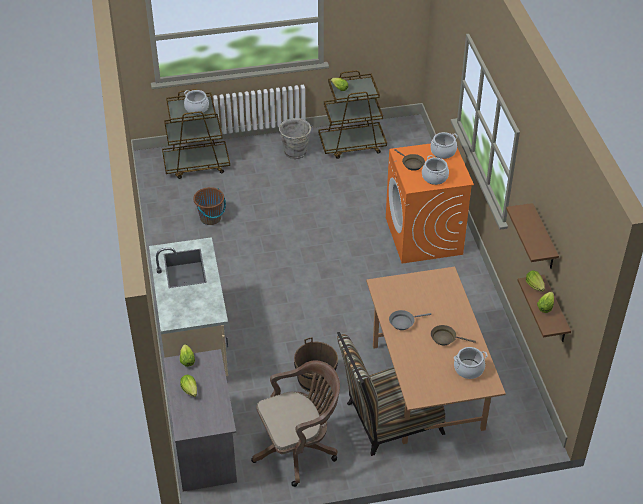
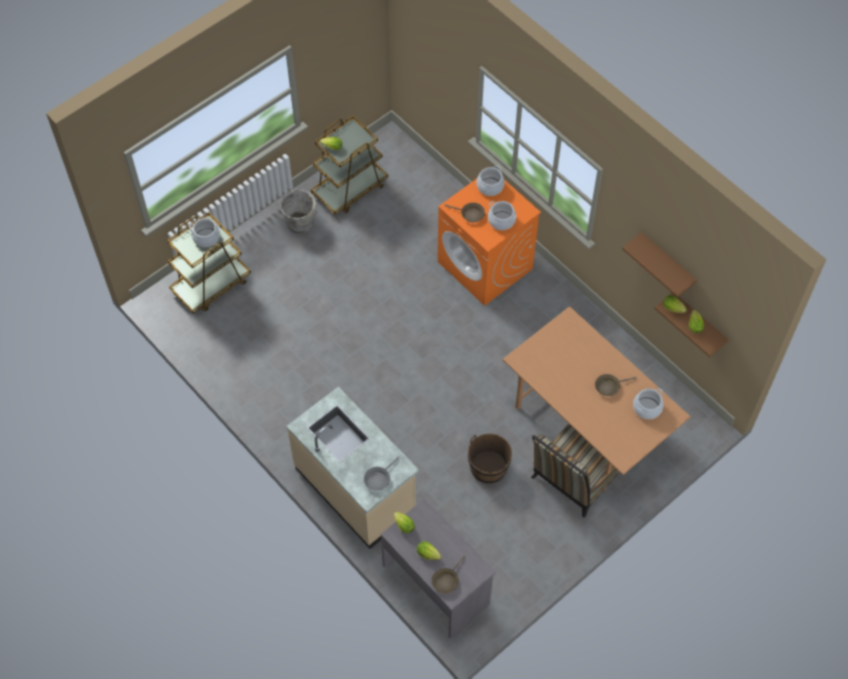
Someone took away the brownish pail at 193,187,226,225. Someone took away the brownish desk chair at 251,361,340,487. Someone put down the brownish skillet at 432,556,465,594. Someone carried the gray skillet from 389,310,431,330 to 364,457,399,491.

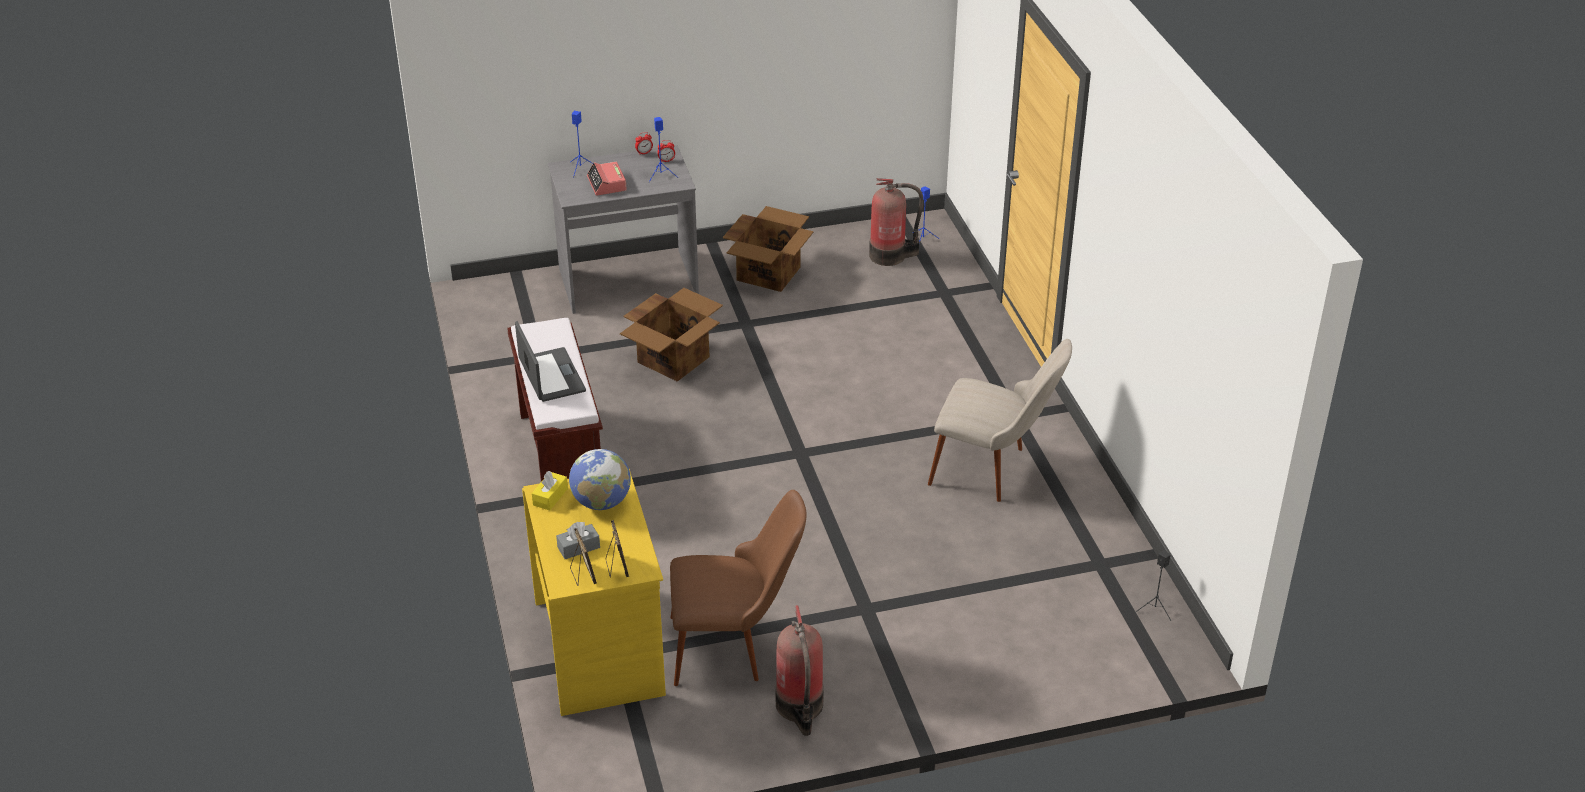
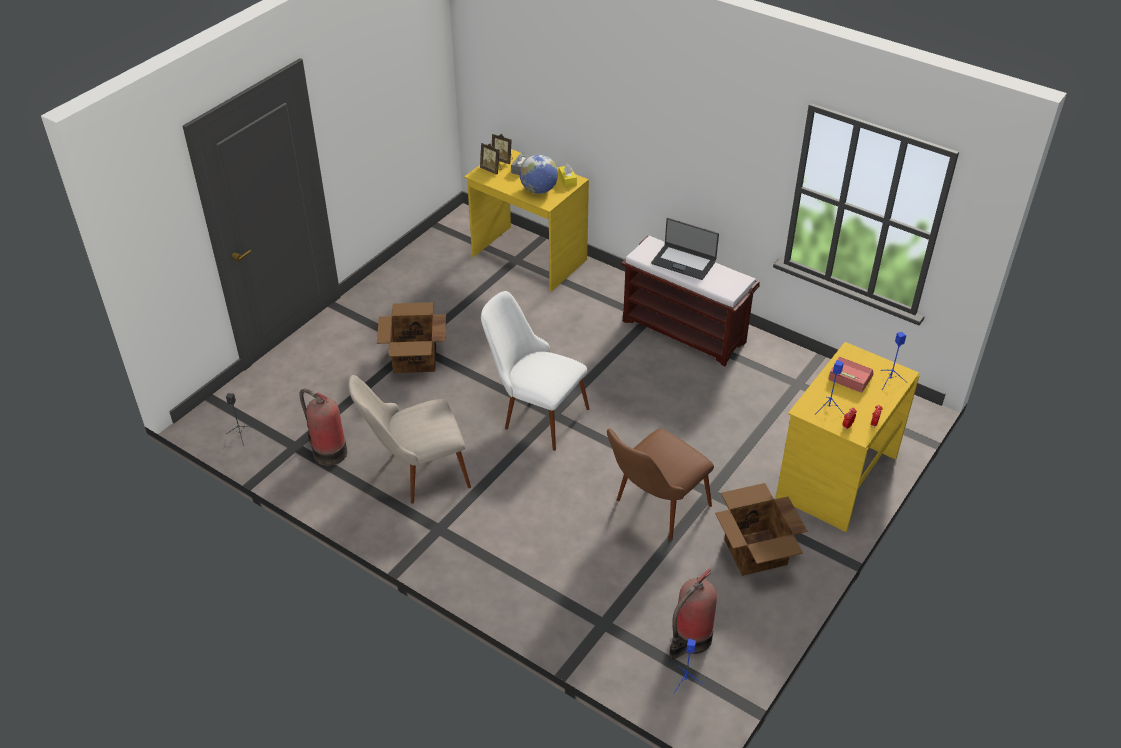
Someone put down the white-coloured plain chair at 481,291,589,451. Someone carried the carton from 620,288,723,382 to 377,302,446,373. Someone carried the brownish plain chair from 670,490,807,686 to 607,429,714,540. Someone carried the fire extinguisher from 776,605,824,736 to 299,389,347,466. Someone repainted the gray desk table at 548,146,699,314, which became the yellowish desk table at 776,342,920,532.

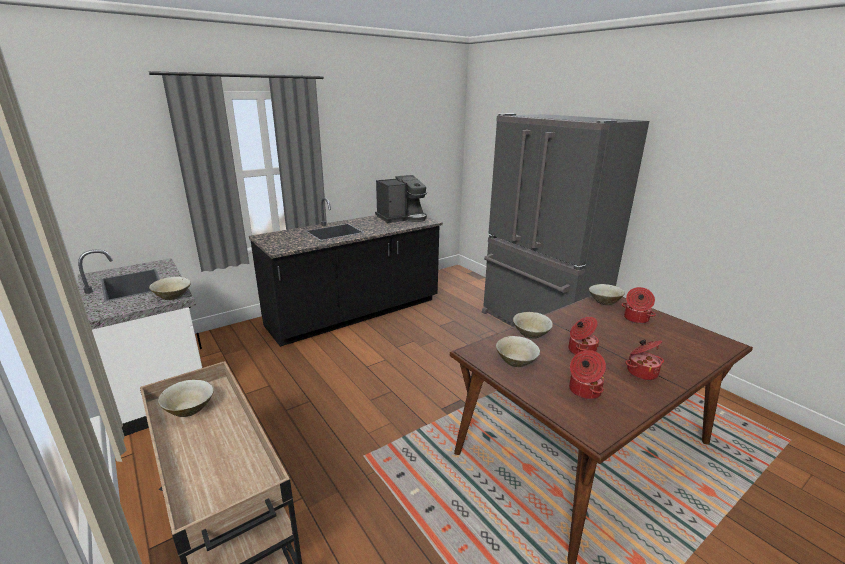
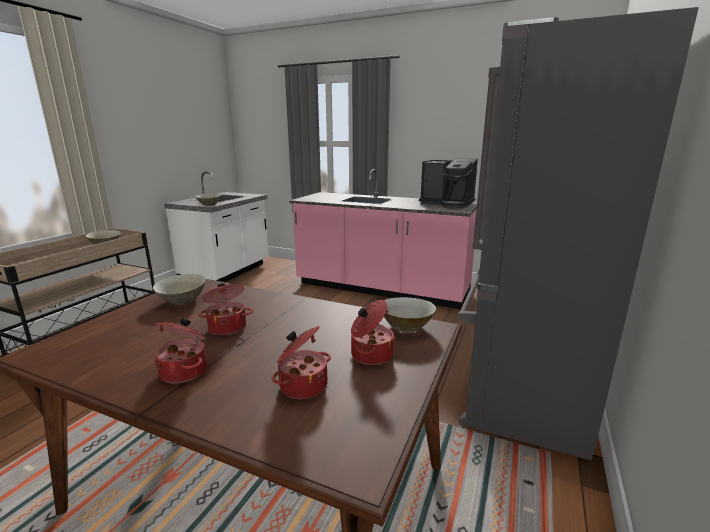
Someone took away the sand-coloured bowl at 513,312,553,339. Someone carried the stockpot from 569,350,606,399 to 272,326,331,399. Someone repainted the black-coloured kitchen counter at 249,198,443,347, which became the pink-coloured kitchen counter at 289,169,477,309.

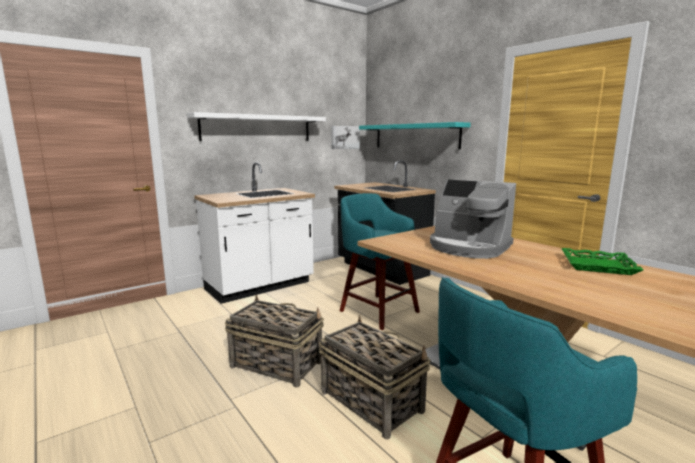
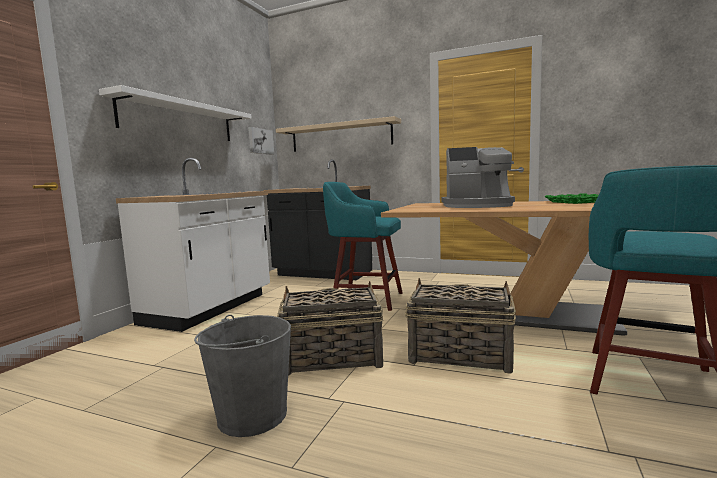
Someone put down the gray pail at 194,315,291,437. Someone repainted the blue-green bracket shelf at 359,122,471,150, which became the sand-coloured bracket shelf at 276,116,401,152.

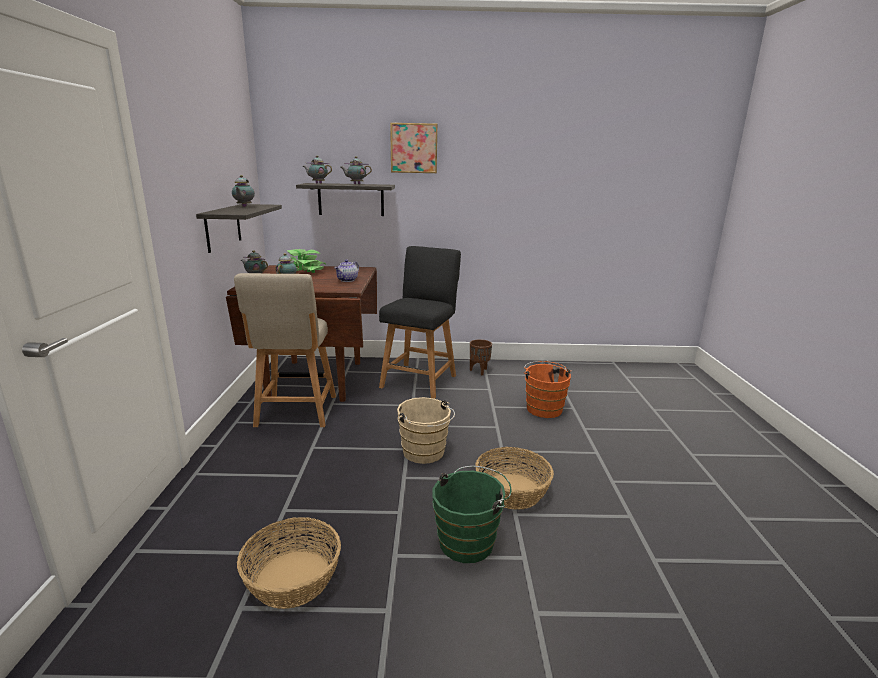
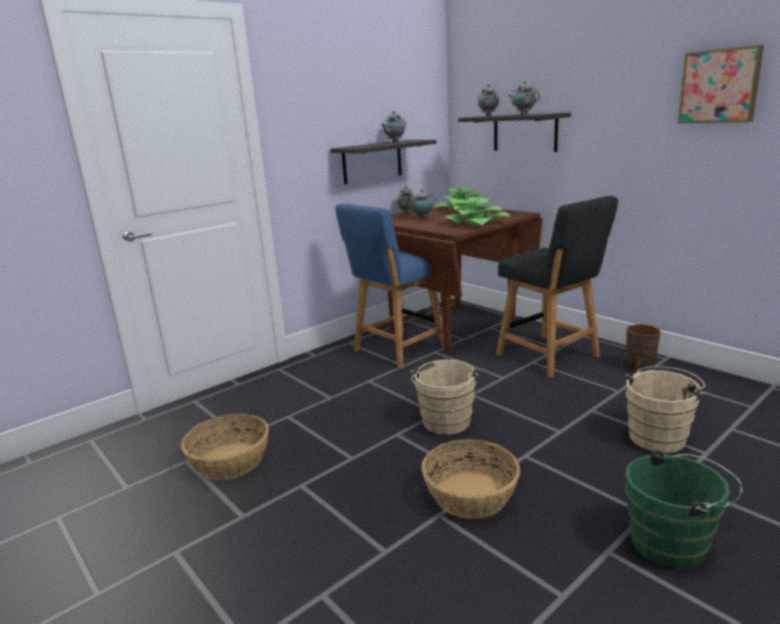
Someone carried the wall picture from 390,123,438,173 to 678,45,764,123. Someone carried the greenish pail from 433,466,511,563 to 625,450,742,570. Someone swapped the teapot at 334,259,359,282 for the potted plant at 441,197,510,226. Someone repainted the sand-coloured plain chair at 234,273,336,427, which became the blue plain chair at 335,204,444,369. Someone repainted the orange pail at 524,361,572,418, which became the sand-coloured pail at 626,366,707,453. Someone rotated the black-coloured plain chair at 379,246,461,399 by 75 degrees clockwise.

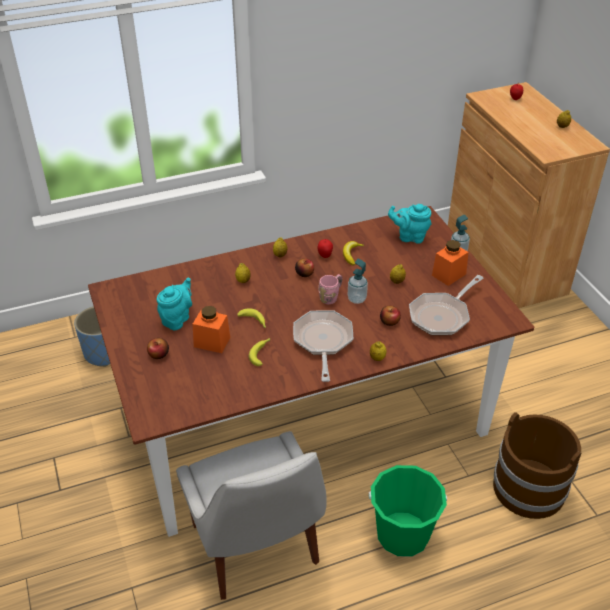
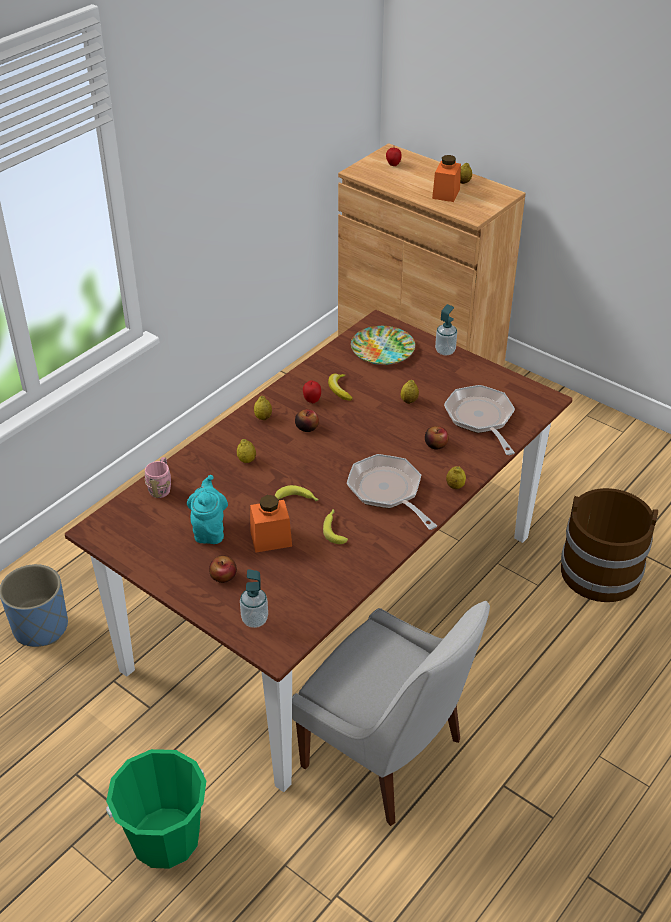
Someone carried the pink-coloured coffee mug from 318,274,342,304 to 144,457,171,498. Someone carried the liquid soap bottle from 348,259,368,304 to 240,569,268,628. Someone carried the greenish pail from 369,465,447,557 to 106,749,206,869. Someone carried the orange preserve jar from 432,240,469,286 to 432,155,461,202. Someone swapped the blue-green teapot at 388,204,432,244 for the flat dish at 351,326,415,365. Someone rotated the skillet at 409,275,484,336 by 150 degrees clockwise.

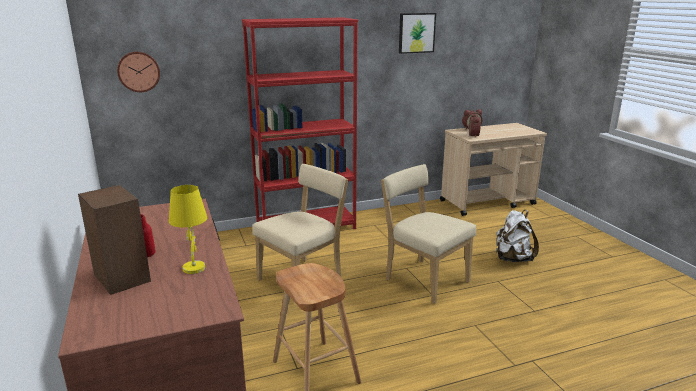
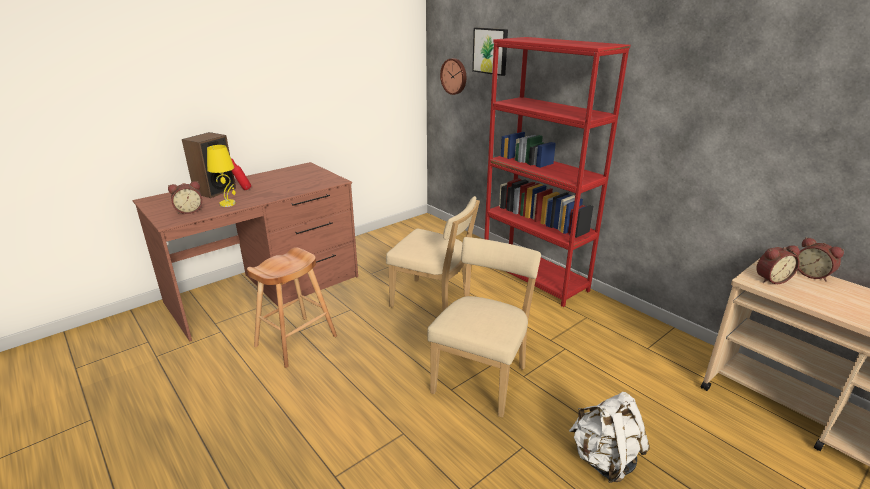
Someone put down the alarm clock at 168,181,202,214. Someone carried the wall picture from 399,13,436,54 to 472,27,508,76.

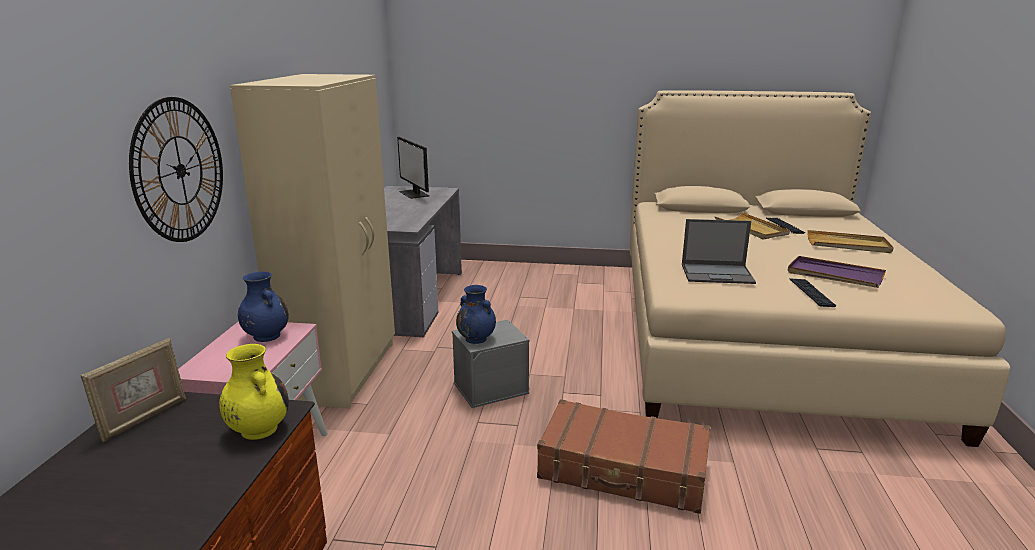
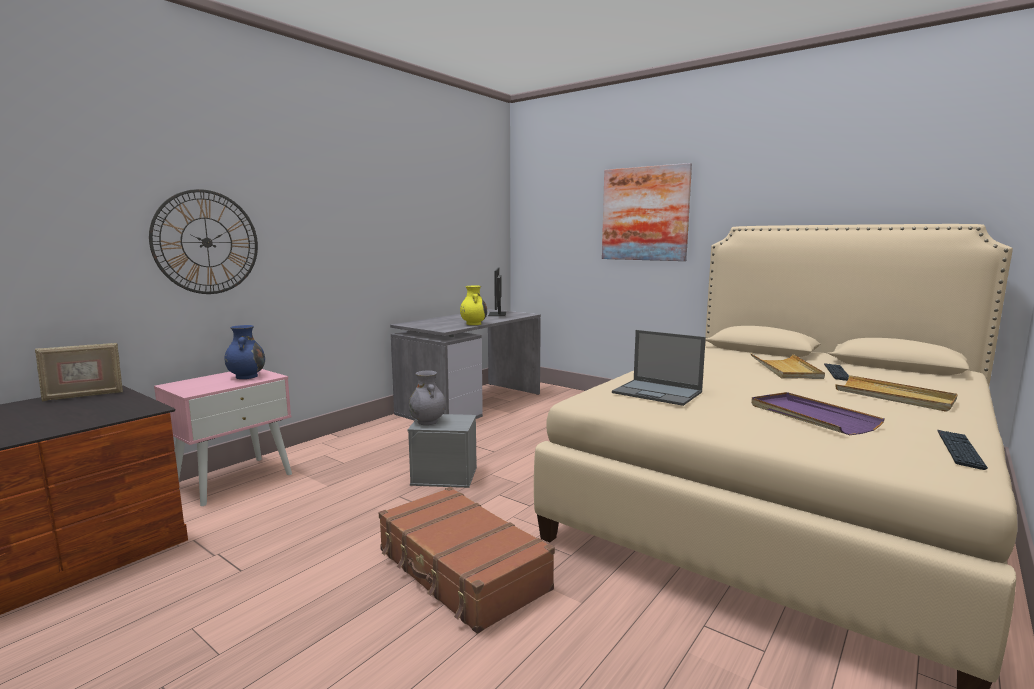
Someone took away the sand-coloured armoire at 230,74,395,408. Someone put up the wall picture at 602,163,692,261. Someone carried the yellowish flower vase from 219,344,289,440 to 460,286,487,325. Someone carried the keyboard from 789,278,837,307 to 937,430,988,470. Someone repainted the blue flower vase at 456,285,496,344, which became the gray flower vase at 409,370,446,425.

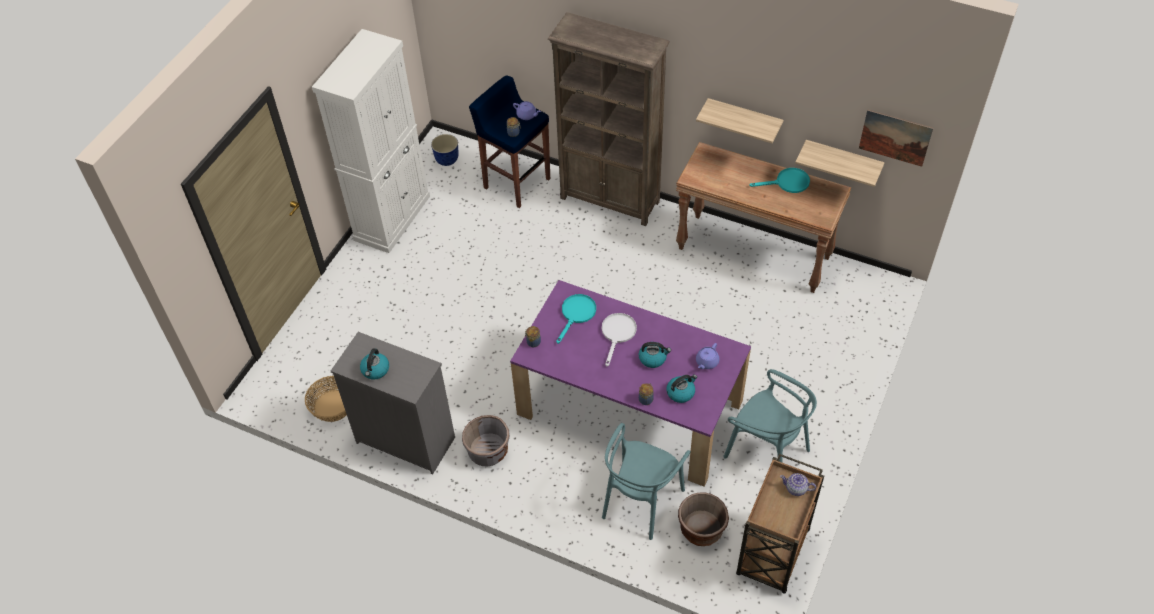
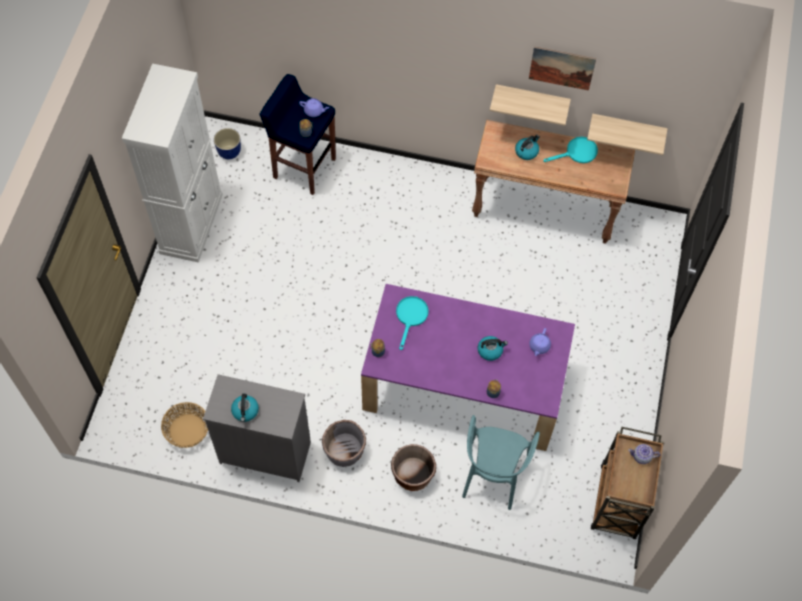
Someone took away the brownish shelving unit at 548,12,670,226. Someone took away the white-coloured skillet at 602,313,637,366. Someone took away the blue-green plain chair at 723,369,817,462. Someone carried the kettle from 666,374,697,403 to 515,135,540,160. Someone carried the brownish plant pot from 678,493,729,546 to 391,444,436,491. Someone carried the wall picture from 859,110,933,167 to 529,47,596,91.

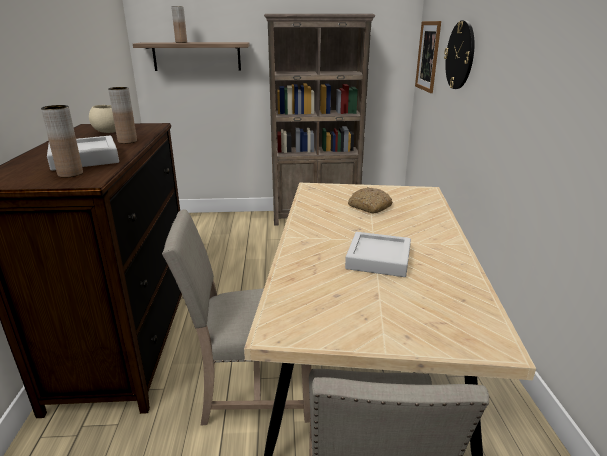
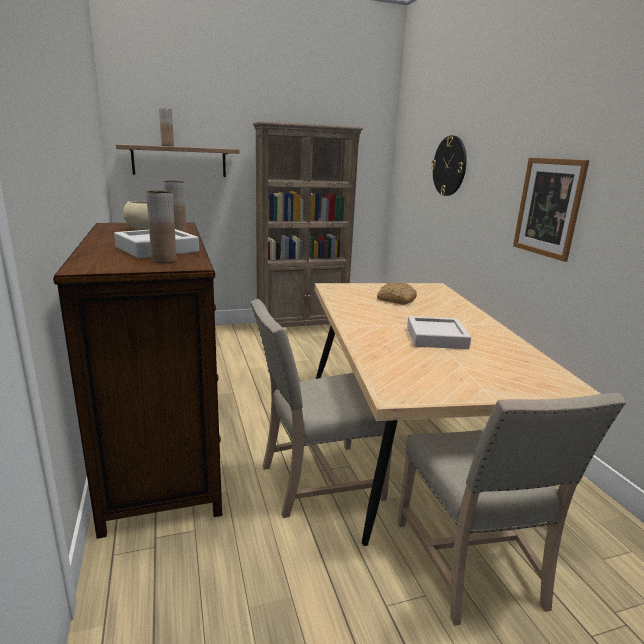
Someone carried the wall picture from 415,21,441,93 to 513,158,589,262.

